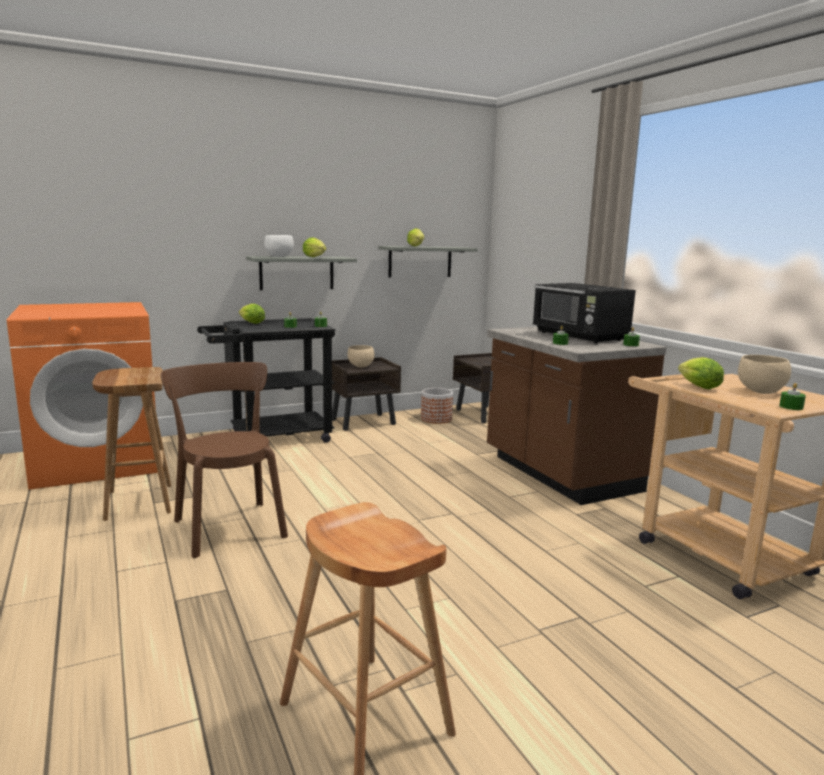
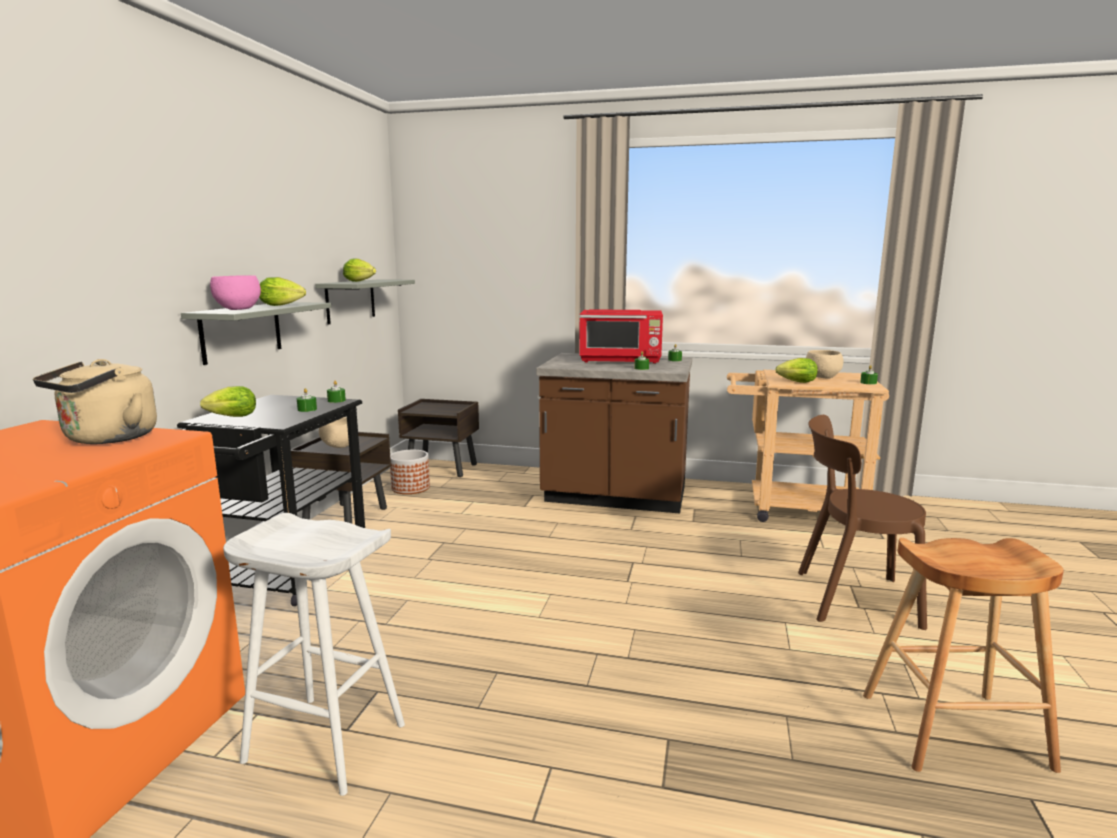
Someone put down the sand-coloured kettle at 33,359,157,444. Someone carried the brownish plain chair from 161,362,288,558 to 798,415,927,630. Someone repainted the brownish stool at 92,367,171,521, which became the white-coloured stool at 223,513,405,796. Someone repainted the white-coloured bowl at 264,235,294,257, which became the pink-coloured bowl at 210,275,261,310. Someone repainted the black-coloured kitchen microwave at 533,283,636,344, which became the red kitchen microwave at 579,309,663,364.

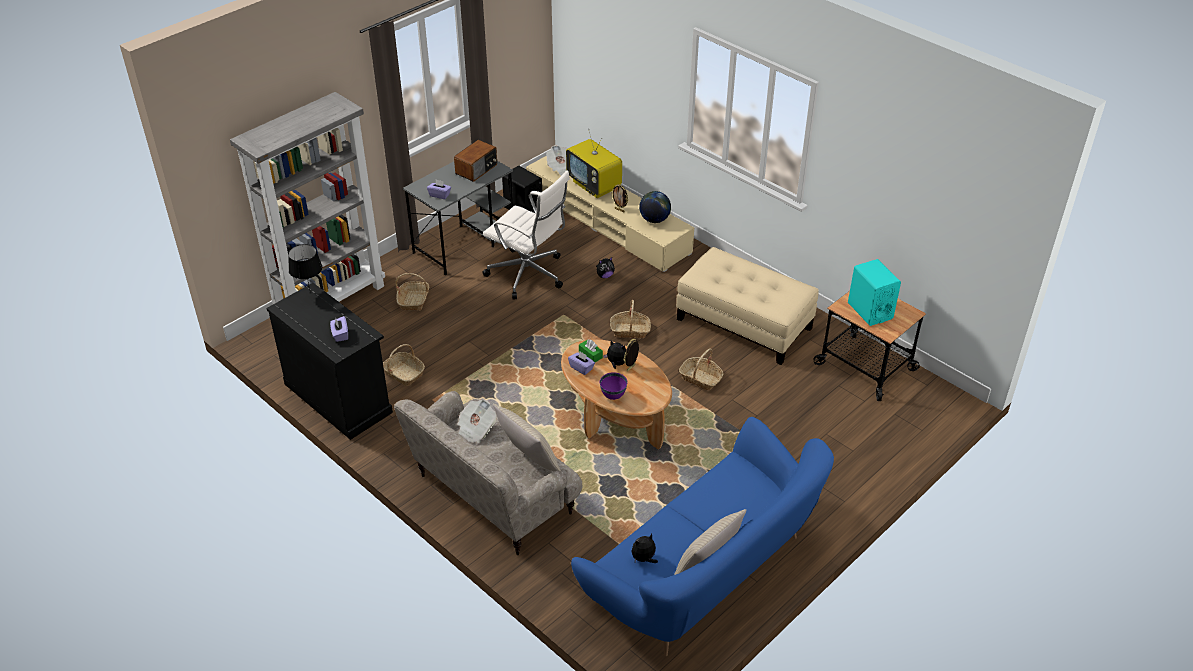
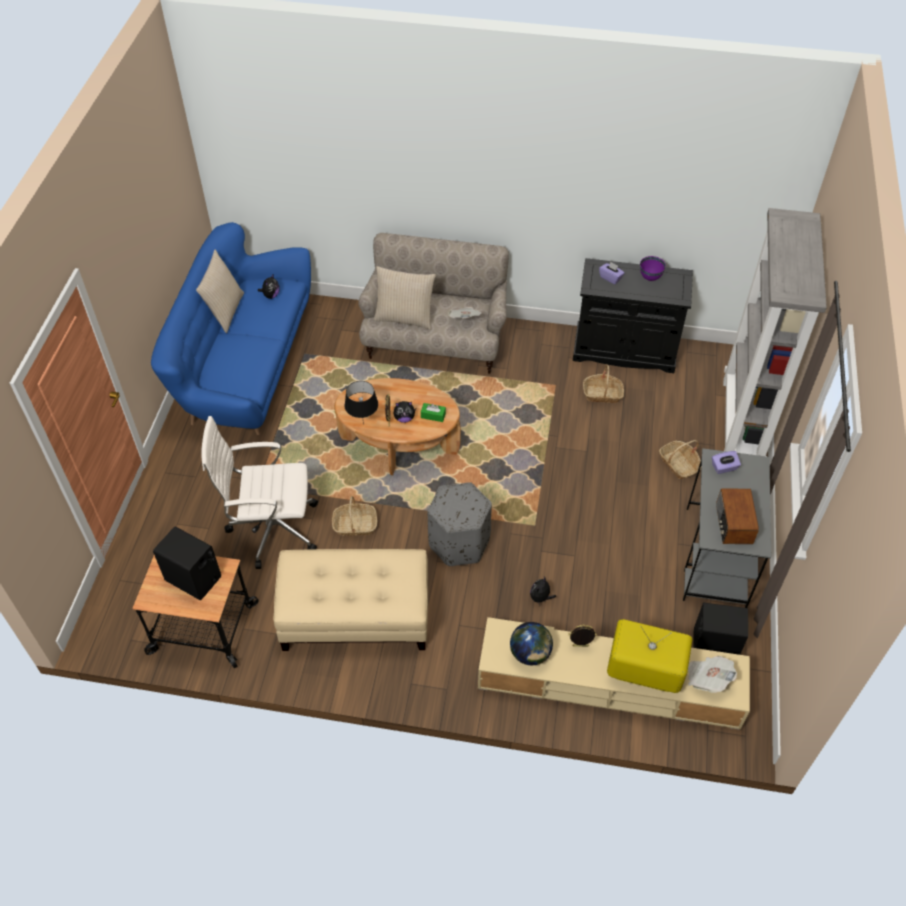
Someone took away the purple box of tissues at 568,351,595,375. Someone carried the black-coloured lamp for a table from 288,244,322,290 to 345,381,378,425. Someone carried the white-coloured desk chair from 482,171,570,299 to 201,416,318,569. Someone carried the purple bowl from 600,372,628,400 to 640,256,666,281. Someone swapped the basket at 610,300,651,338 for the gray ottoman at 427,482,492,566. Someone repainted the blue-green audio speaker at 848,259,901,326, which became the black-coloured audio speaker at 153,526,221,600.

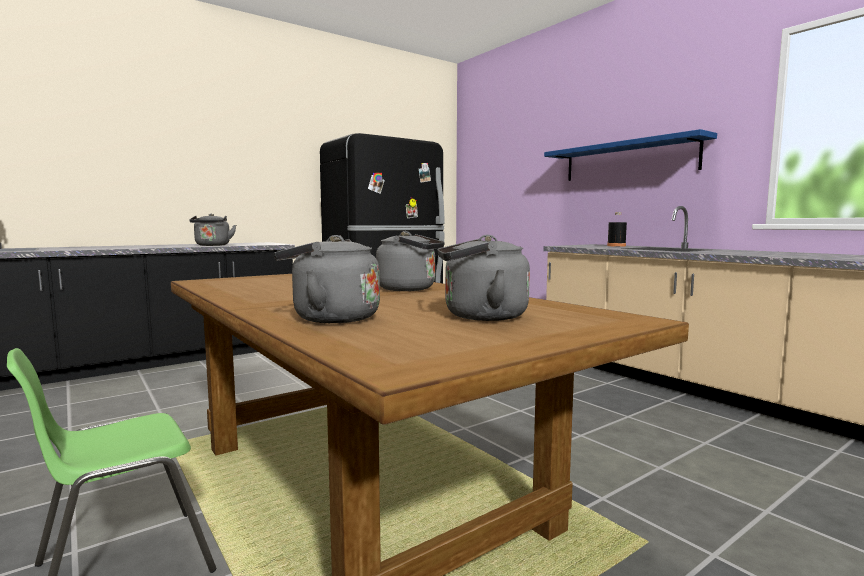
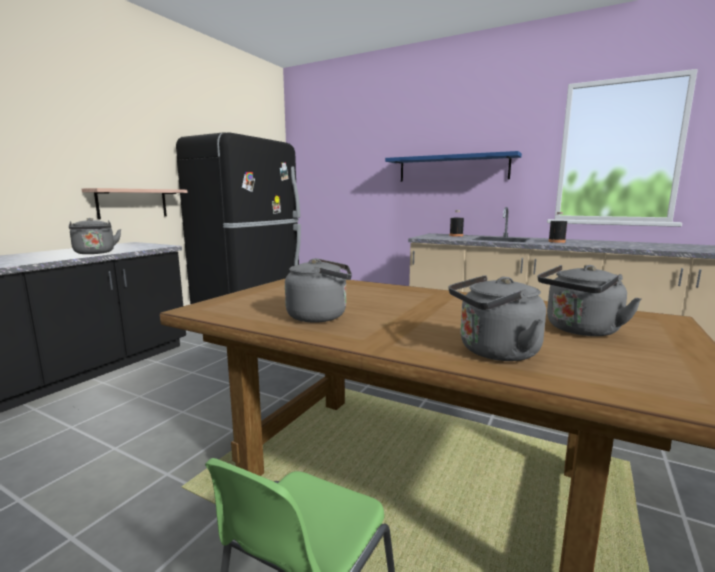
Someone put up the bracket shelf at 82,188,188,220. Someone put down the black-coloured drink bottle at 548,212,567,243. Someone carried the gray kettle from 376,231,445,291 to 285,258,352,323.

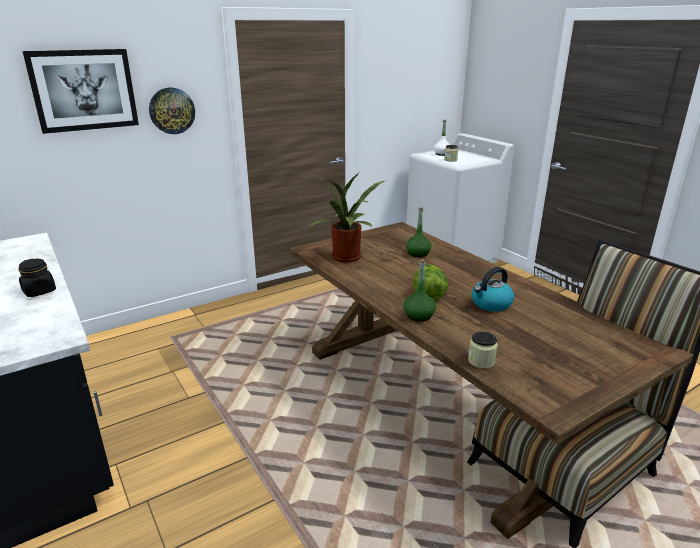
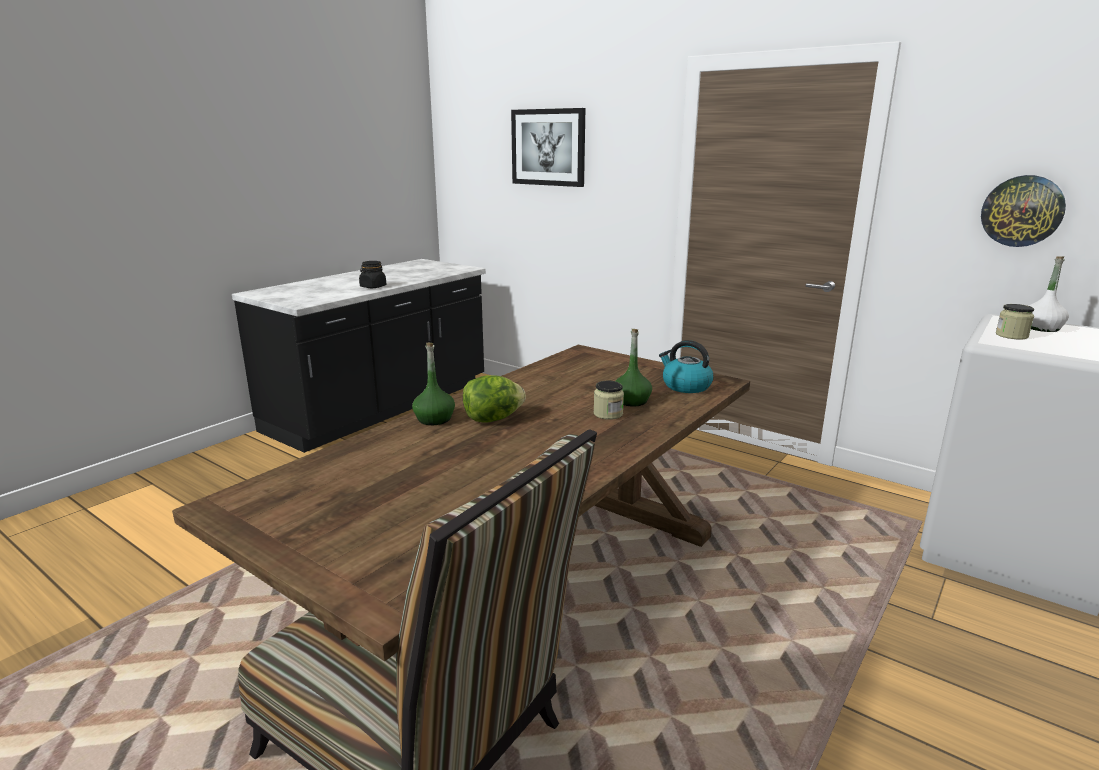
Someone took away the potted plant at 310,173,384,262. Someone carried the wall clock from 149,87,195,134 to 981,175,1066,247. Someone carried the preserve jar from 468,331,498,368 to 594,381,624,420. Someone carried the kettle from 472,267,514,312 to 659,340,713,393.

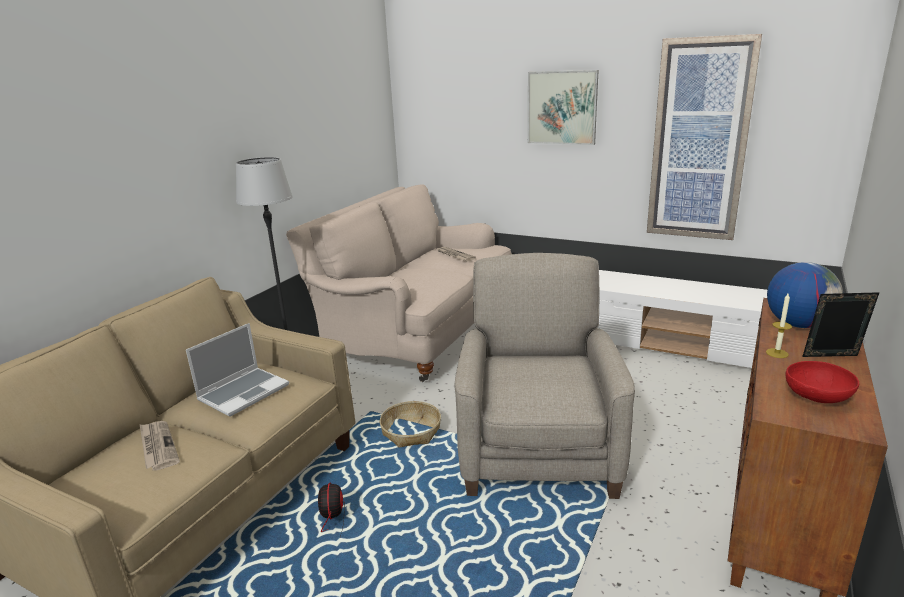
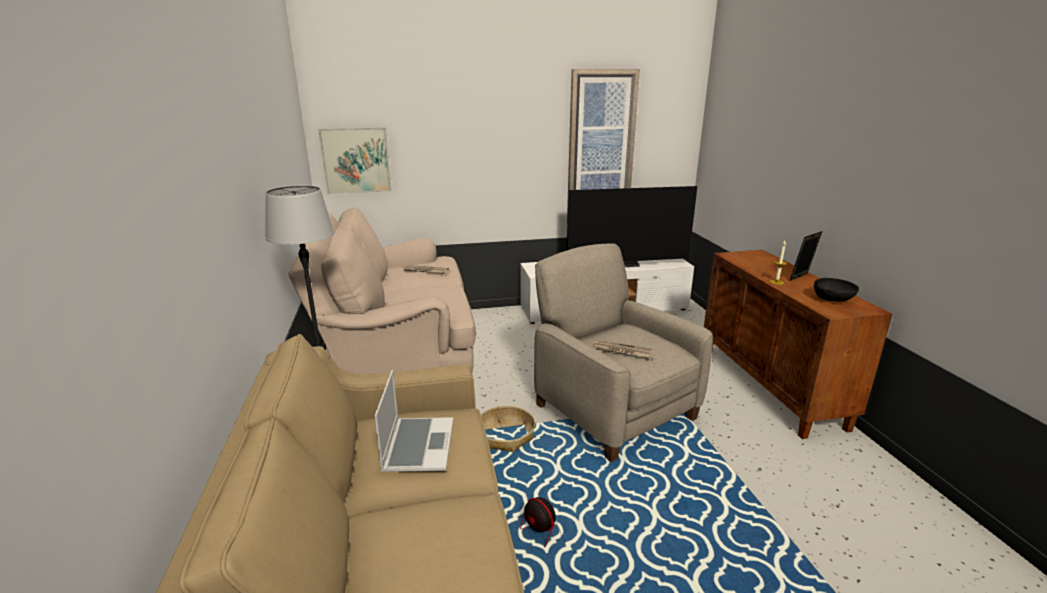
Someone took away the globe at 767,262,843,328. Someone put down the television at 567,186,698,267. Someone carried the newspaper from 140,421,180,471 to 592,340,655,358. Someone carried the wall picture from 528,70,599,145 to 318,127,392,194. Someone repainted the red bowl at 785,361,859,403, which became the black-coloured bowl at 814,278,859,302.

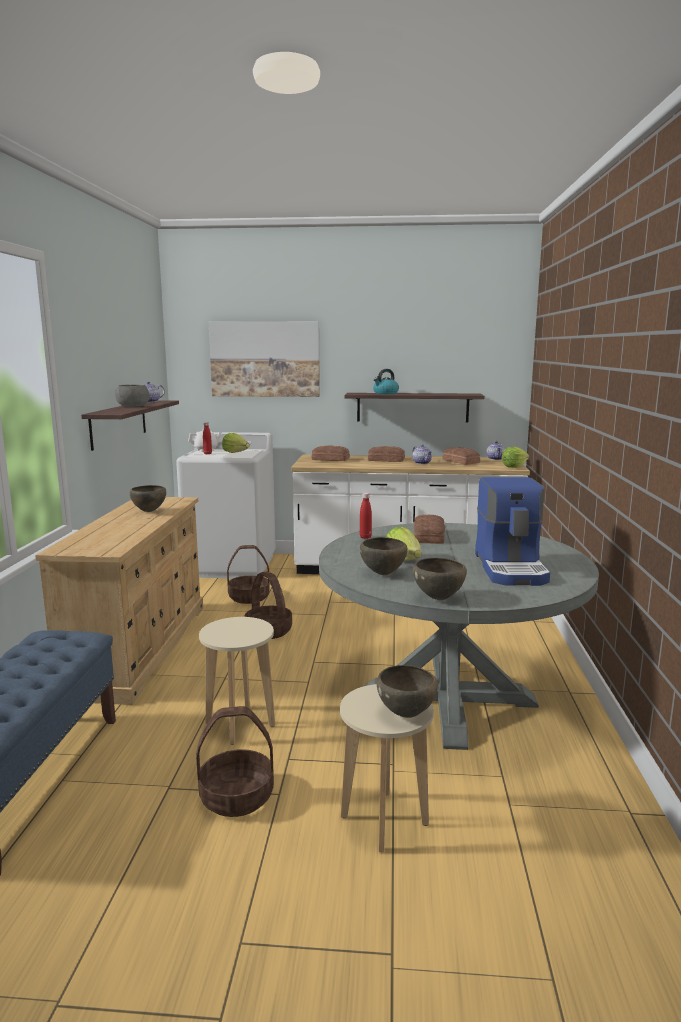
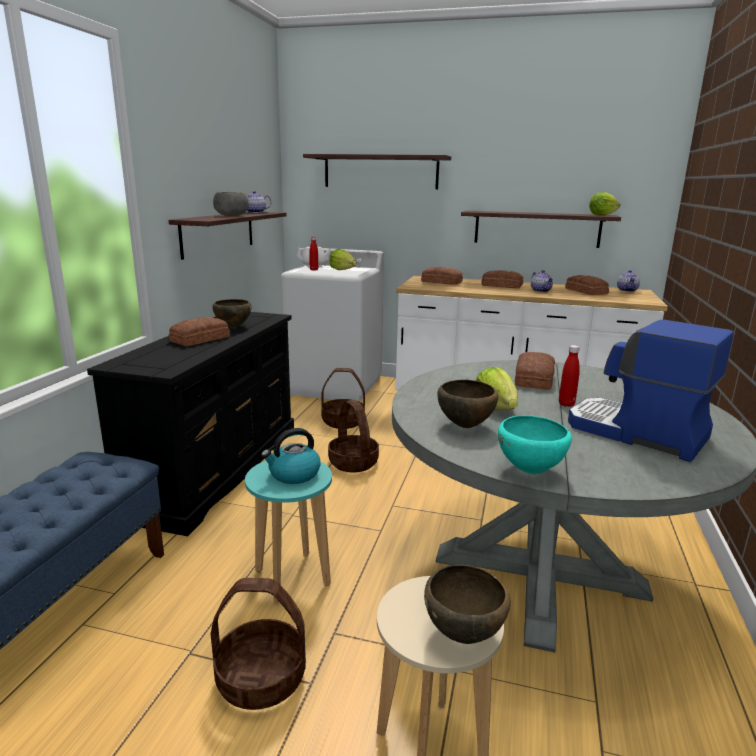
Someone put down the bakery bread at 168,317,230,346. Someone carried the red drink bottle from 360,493,372,539 to 559,345,580,407. Someone carried the kettle from 373,369,399,394 to 261,428,321,484. Someone carried the lettuce head from 502,447,529,468 to 589,192,620,215. Someone swapped the wall picture at 209,321,320,397 for the bracket shelf at 303,154,451,189. Someone repainted the sand-coloured dresser at 35,497,203,705, which became the black-coloured dresser at 87,312,294,536. Someone repainted the sand-coloured stool at 199,617,275,745, which became the blue-green stool at 245,461,332,604. Someone repainted the brownish bowl at 413,558,467,600, which became the blue-green bowl at 498,415,572,474. Someone rotated the coffee machine at 475,477,550,586 by 120 degrees clockwise.

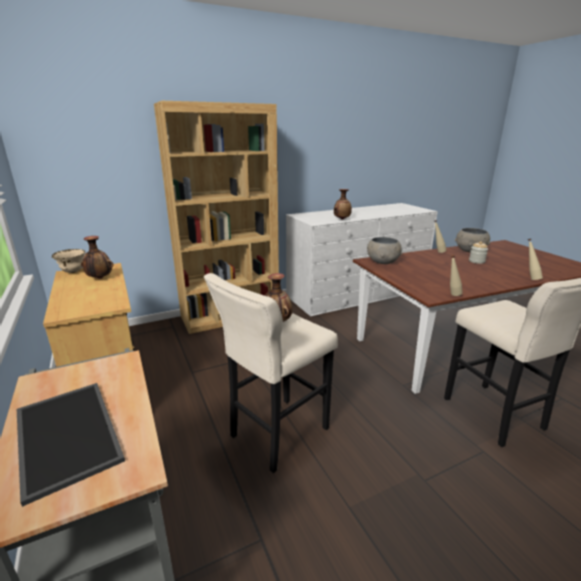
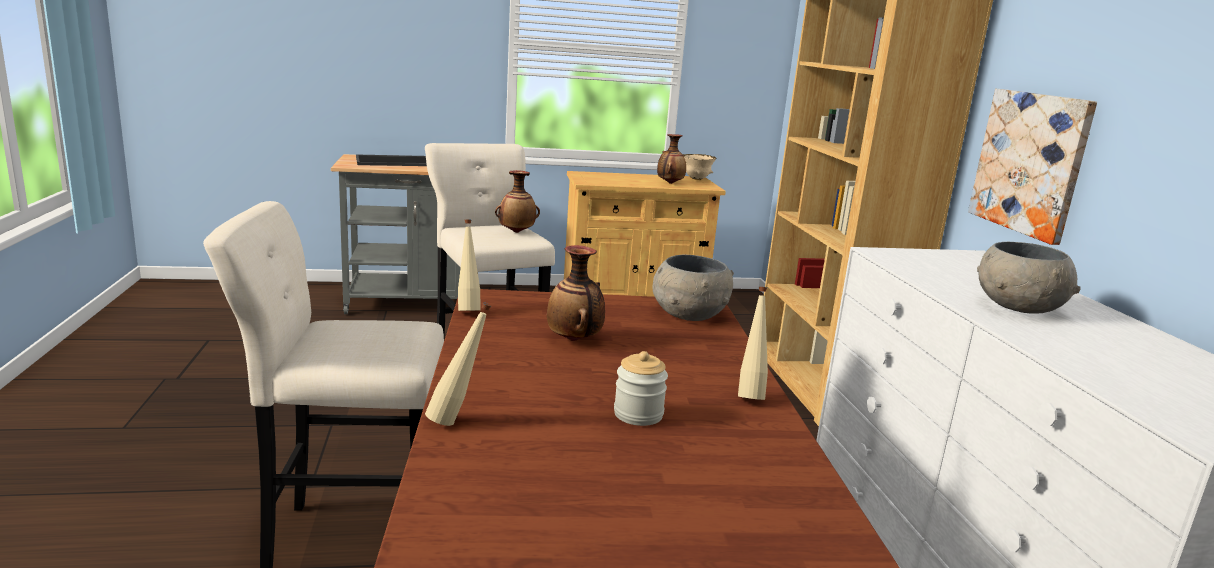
Someone put up the wall picture at 968,89,1097,245. Someone carried the flower vase from 334,189,352,219 to 547,245,605,341. Someone carried the gray bowl from 455,228,490,252 to 977,242,1081,314.

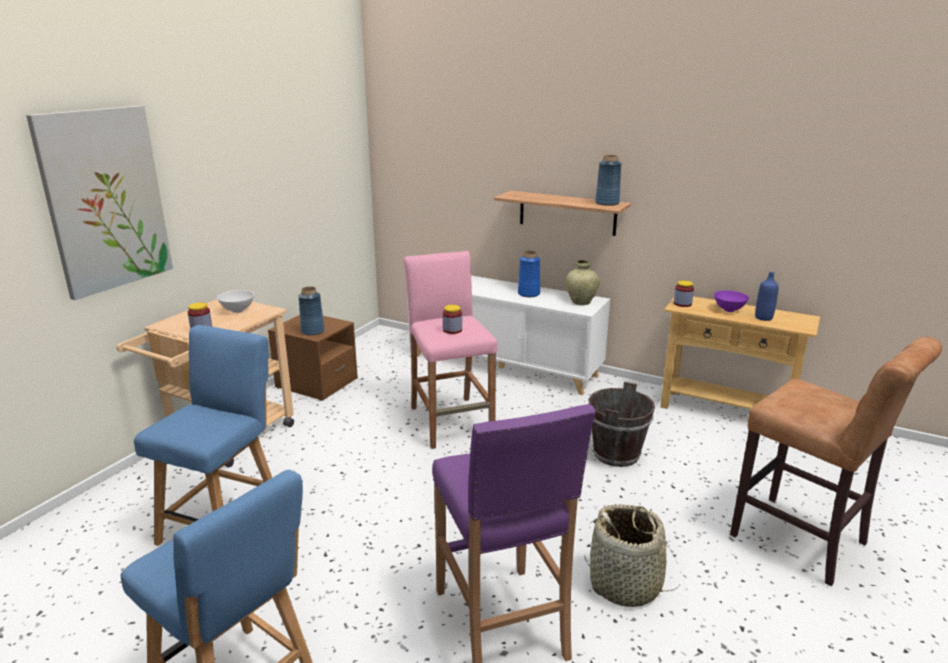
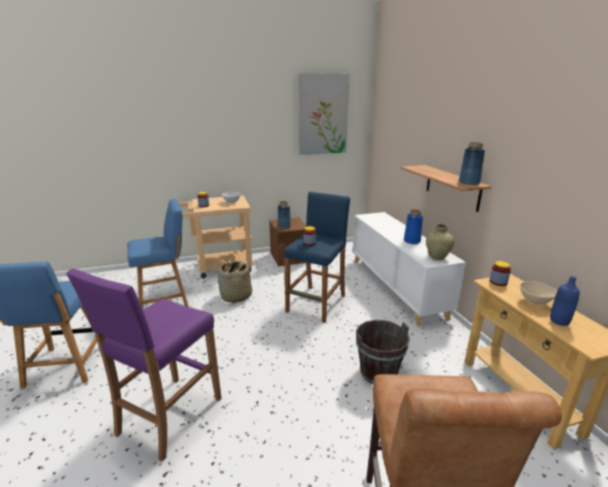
Someone carried the wall picture from 26,106,173,300 to 299,73,349,155. Someone carried the basket from 584,504,681,607 to 218,259,252,303. Someone repainted the pink-coloured stool at 404,251,498,449, which became the blue stool at 284,192,350,323. Someone repainted the purple bowl at 714,290,749,312, which became the sand-coloured bowl at 520,281,557,305.

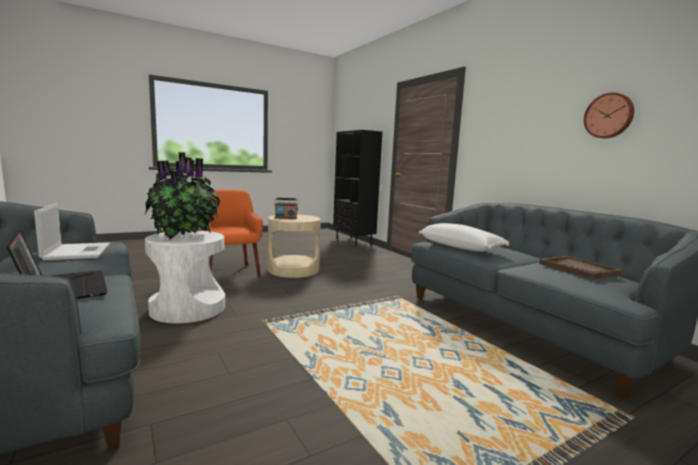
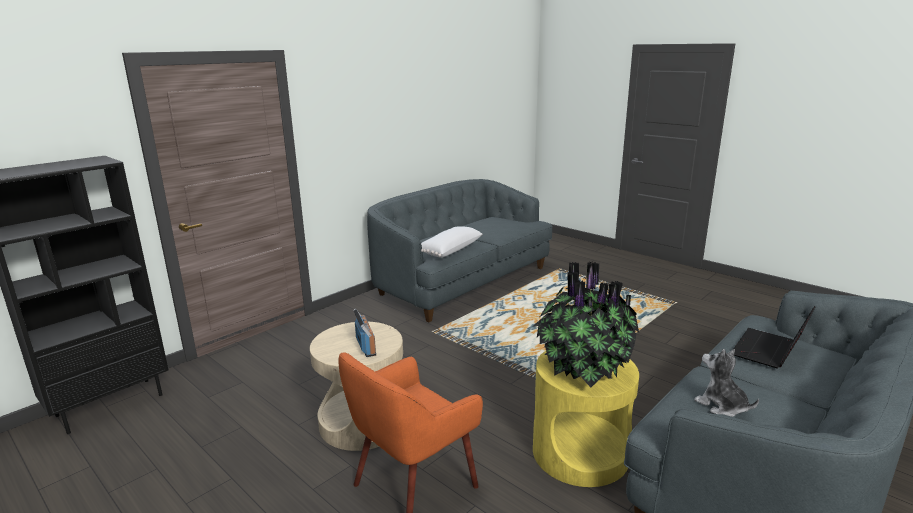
Someone took away the brownish carrying tray at 539,256,622,280. Someone took away the wall clock at 584,92,634,139. Someone swapped the laptop at 34,203,110,260 for the cuddly toy at 694,349,759,417. Someone repainted the white-coloured side table at 145,231,225,323, which became the yellowish side table at 533,351,639,487.

